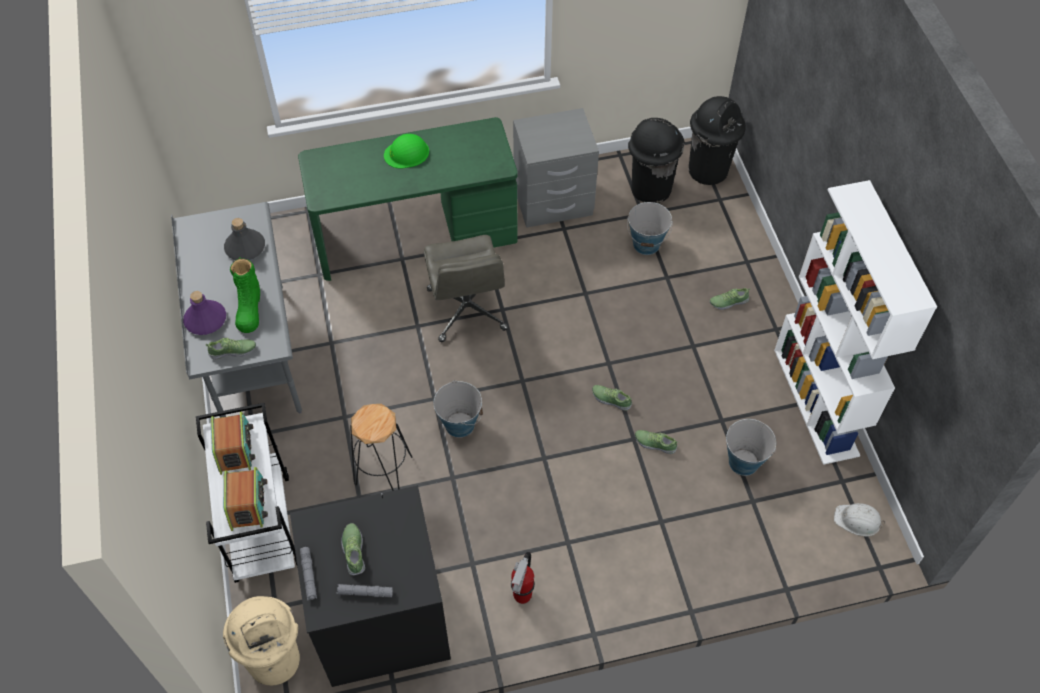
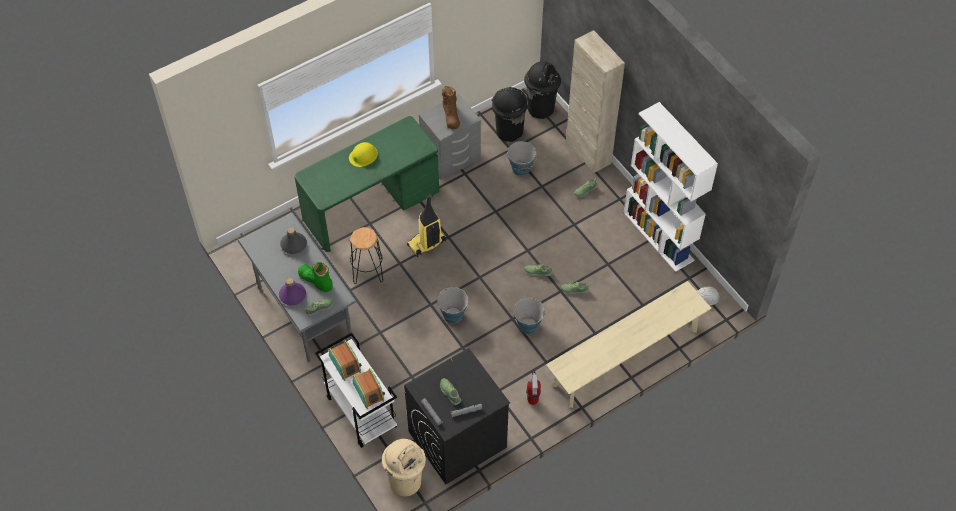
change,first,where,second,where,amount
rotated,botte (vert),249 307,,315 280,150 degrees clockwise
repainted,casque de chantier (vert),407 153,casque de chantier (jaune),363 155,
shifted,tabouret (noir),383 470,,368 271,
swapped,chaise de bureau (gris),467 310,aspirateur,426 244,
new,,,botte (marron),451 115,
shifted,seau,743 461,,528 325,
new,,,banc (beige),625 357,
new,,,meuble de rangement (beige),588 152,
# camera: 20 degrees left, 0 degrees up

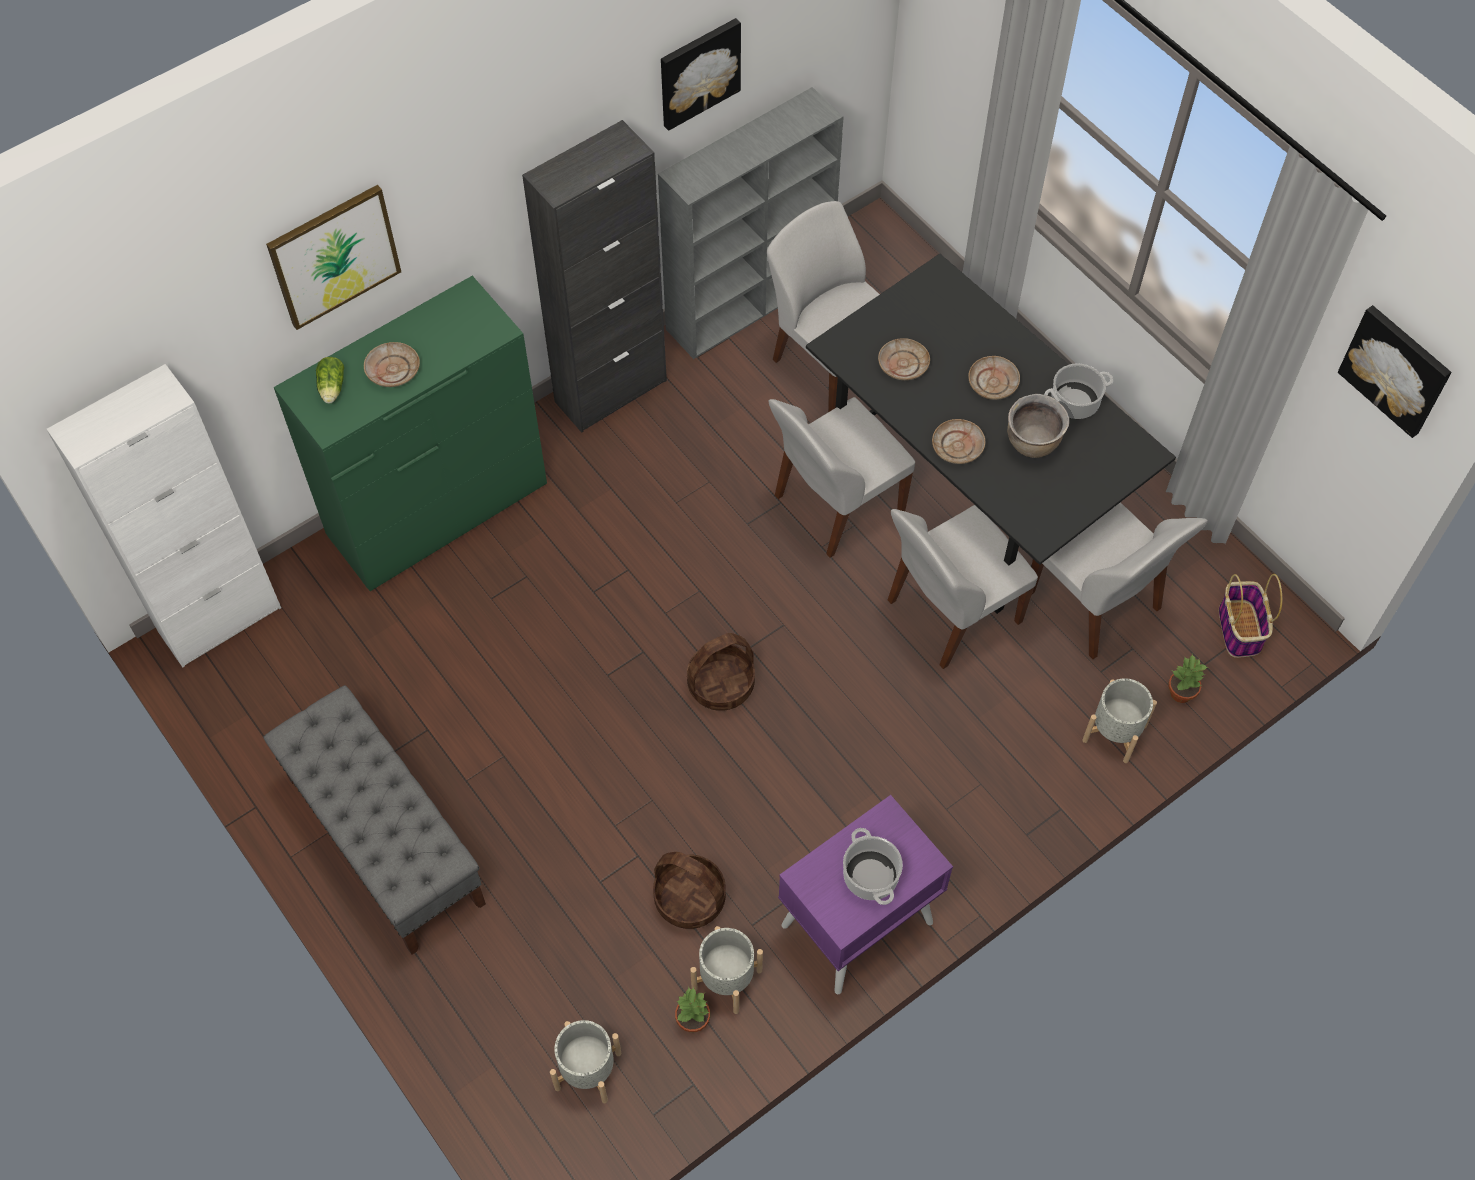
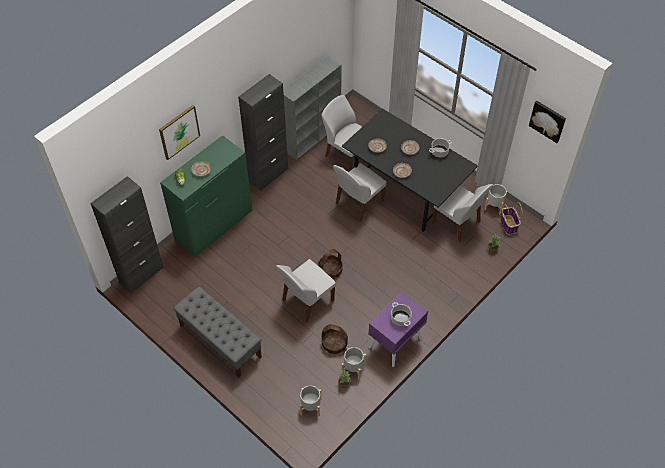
change,first,where,second,where,amount
repainted,meuble de rangement (blanc),220 620,meuble de rangement (noir),141 275,
shifted,chaise (blanc),950 613,,307 301,
shifted,cache-pot (gris),1114 733,,494 205,
gone,tableau,698 72,,,
gone,marmite (marron),1032 443,,,
# camera: 10 degrees left, 5 degrees down

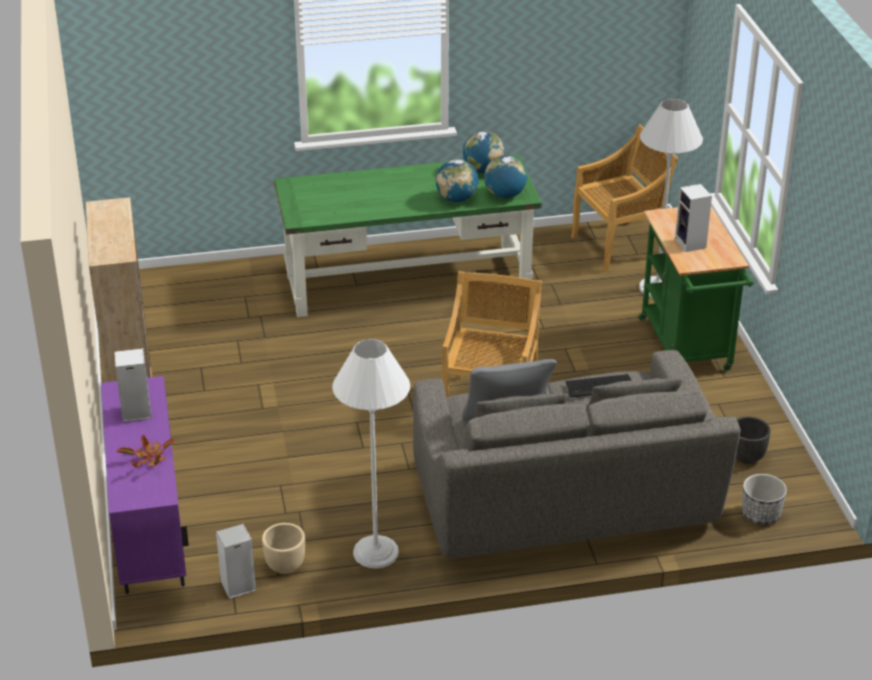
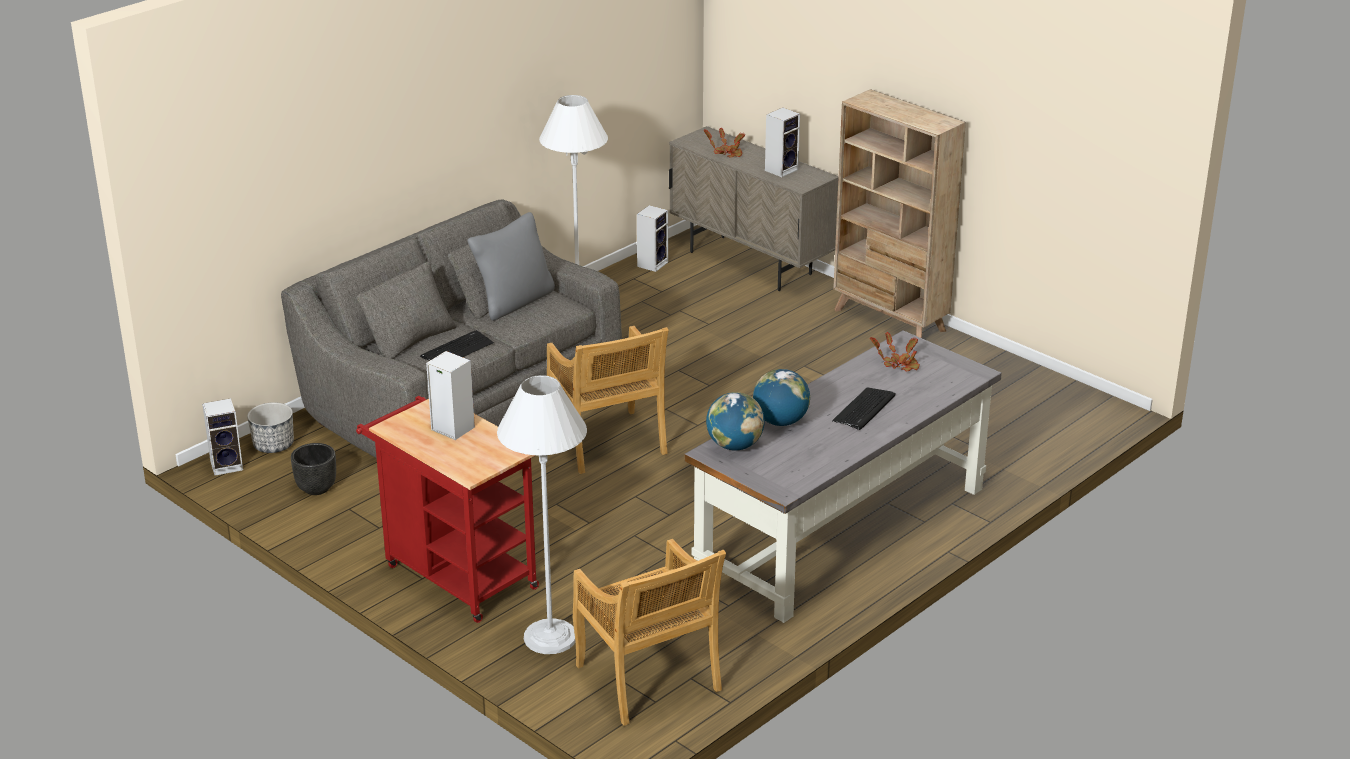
change,first,where,second,where,amount
new,,,enceinte,228 465,
repainted,chariot (vert),687 349,chariot (rouge),454 574,
rotated,chaise (beige),620 246,,649 680,60 degrees counterclockwise
repainted,meuble de rangement (violet),150 542,meuble de rangement (beige),750 263,
repainted,bureau (vert),408 279,bureau (gris),842 530,
new,,,clavier,864 409,
new,,,plante en pot,899 364,
gone,cache-pot (beige),284 566,,,
gone,globe,483 170,,,
# camera: 145 degrees right, 5 degrees down

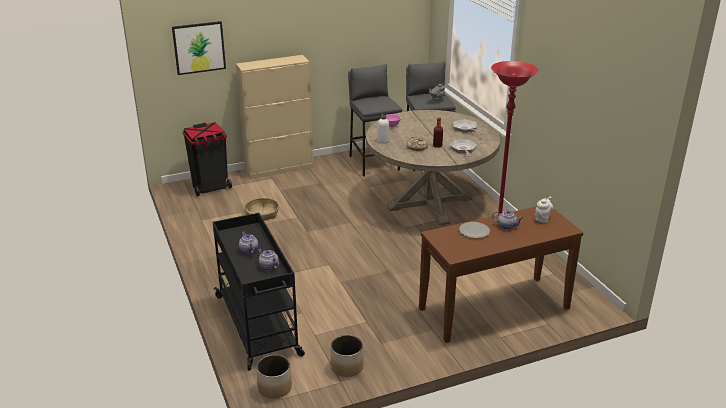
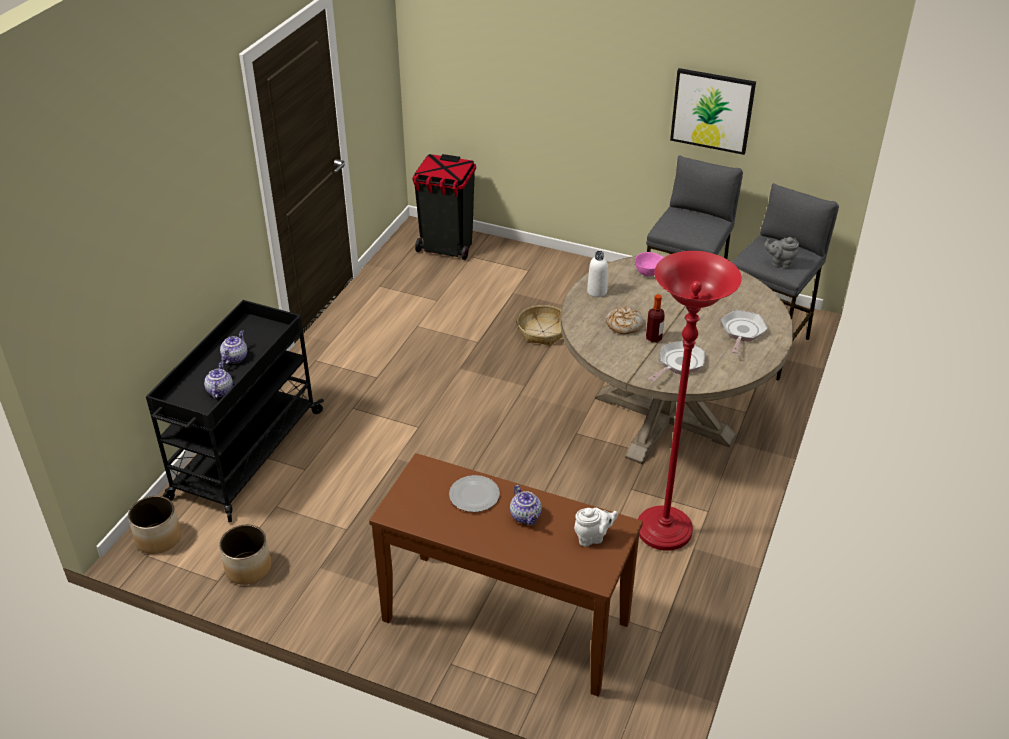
change,first,where,second,where,amount
shifted,panier,262 214,,543 331,
shifted,tableau,199 47,,712 110,
gone,meuble de rangement (beige),279 168,,,
# camera: 45 degrees right, 10 degrees up

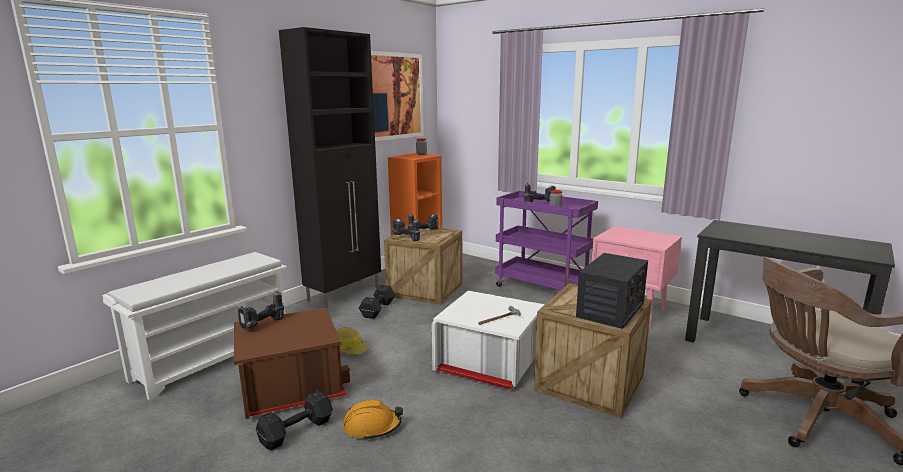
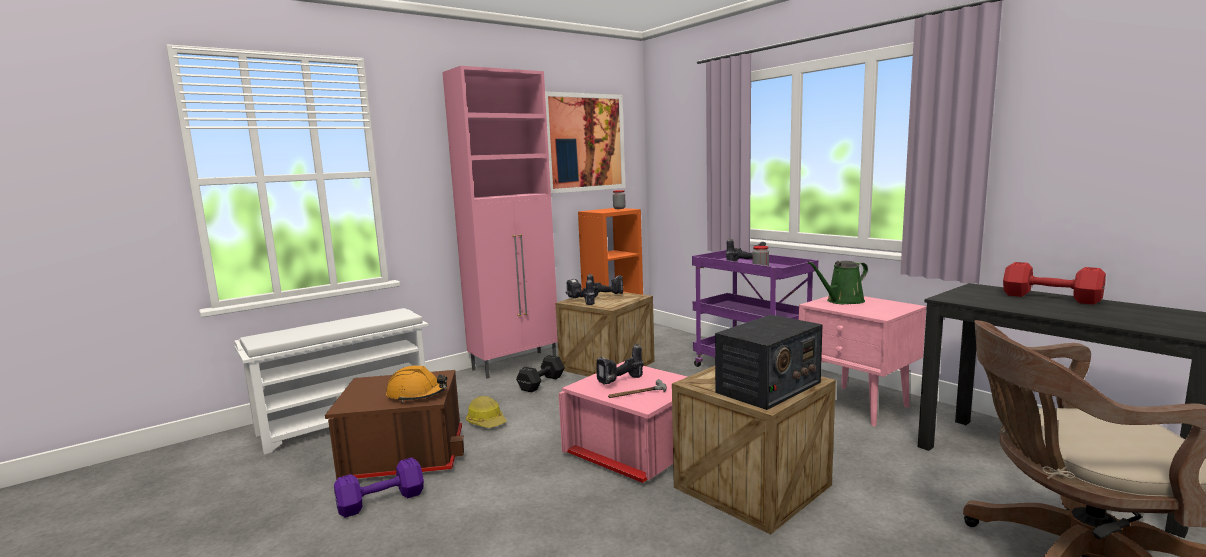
change,first,where,second,where,amount
repainted,haltère (noir),298 431,haltère (violet),383 501,
shifted,casque de chantier (orange),372 427,,417 395,
repainted,meuble de rangement (noir),345 293,meuble de rangement (rose),516 364,
repainted,boîte de rangement (blanc),488 364,boîte de rangement (rose),635 452,
shifted,perceuse,263 325,,621 382,
new,,,arrosoir (vert),842 301,
new,,,haltère (rouge),1048 297,
# camera: 15 degrees right, 5 degrees down

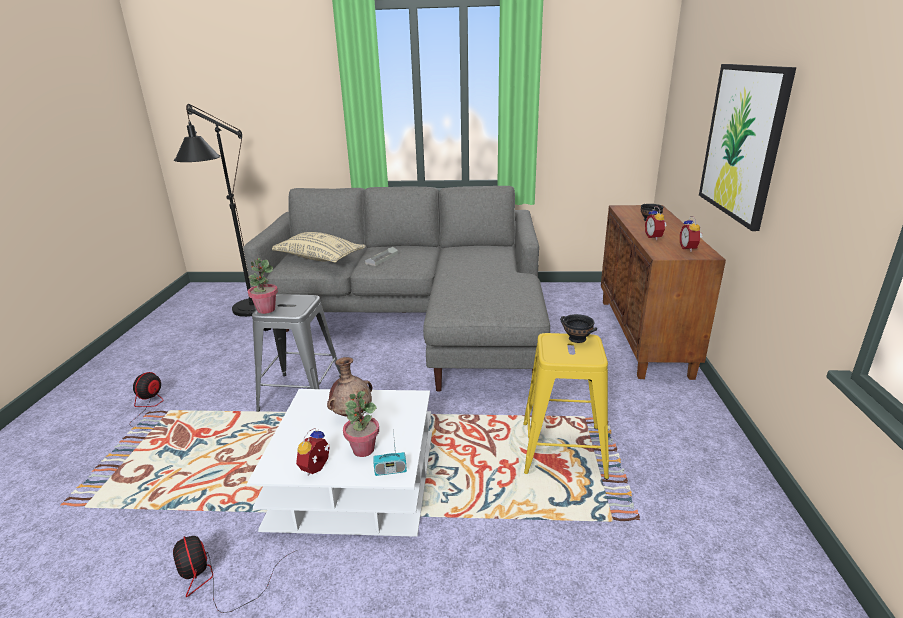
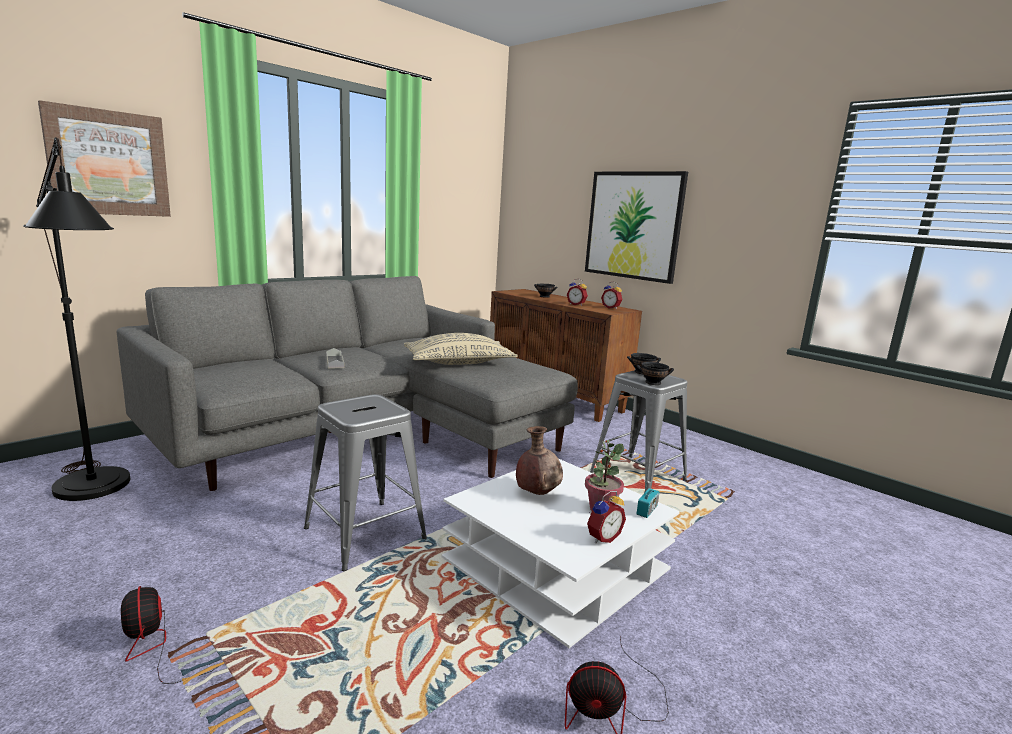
change,first,where,second,where,amount
new,,,tableau,108 163,
shifted,coussin (beige),318 258,,459 363,
rotated,réveil,317 469,,602 537,105 degrees counterclockwise
repainted,tabouret (jaune),562 449,tabouret (gris),637 476,
new,,,bol (noir),653 383,
gone,plante en pot,266 310,,,
# camera: 50 degrees left, 10 degrees down

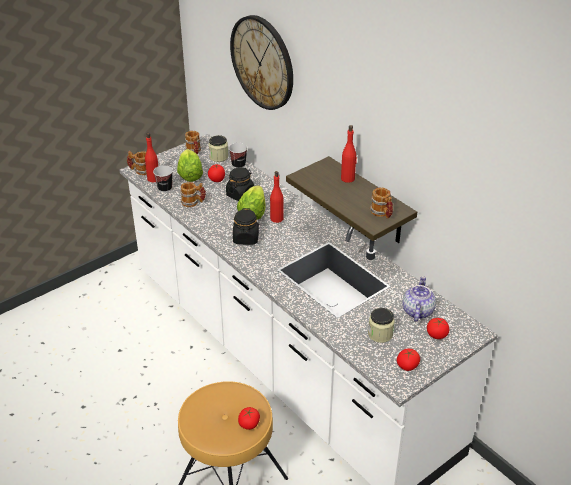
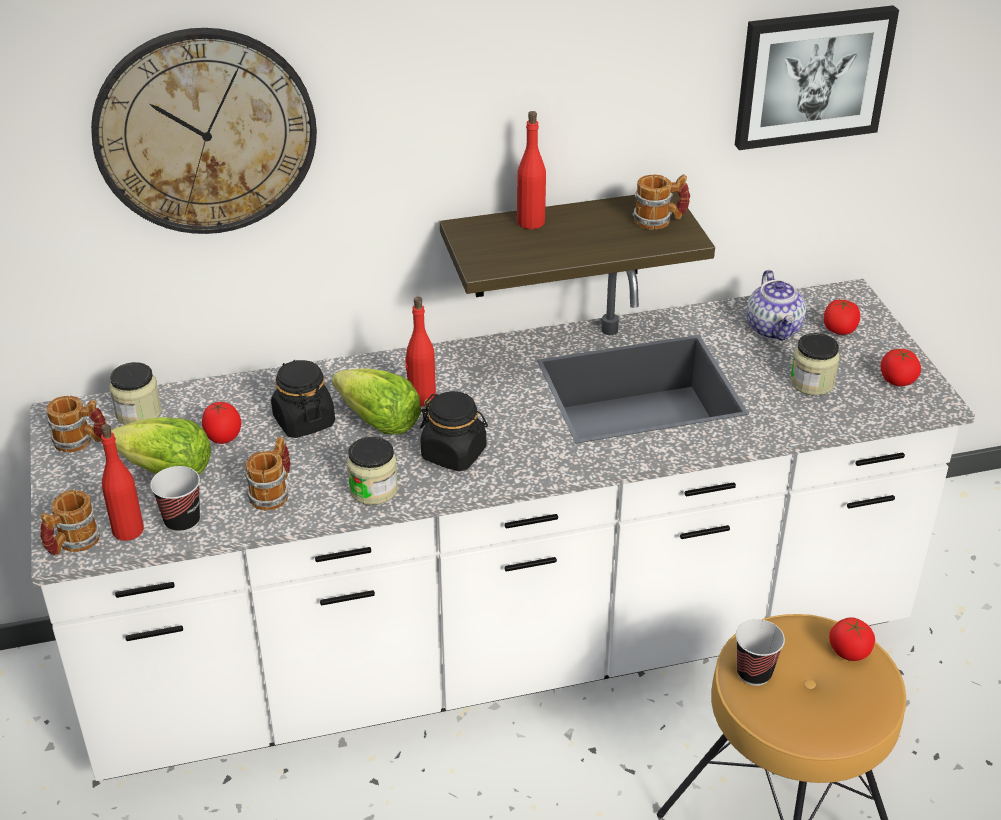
change,first,where,second,where,amount
new,,,bocal,373 489,
new,,,tableau,812 76,
shifted,tasse,238 165,,754 673,
rotated,théière,417 311,,774 329,135 degrees counterclockwise
# camera: 65 degrees left, 0 degrees up

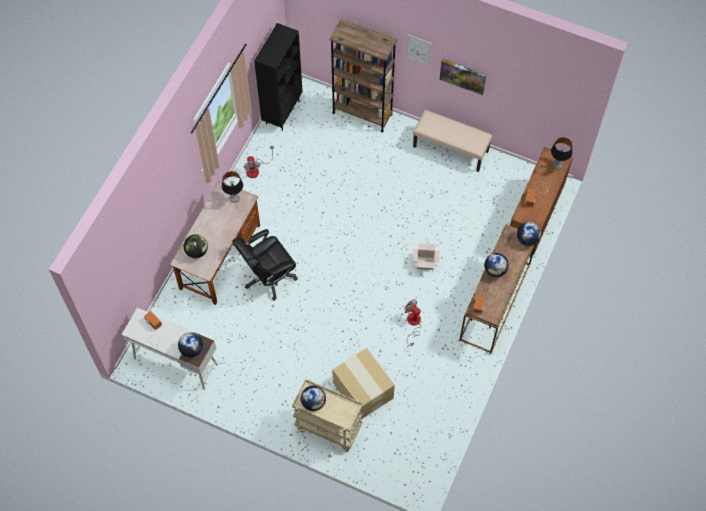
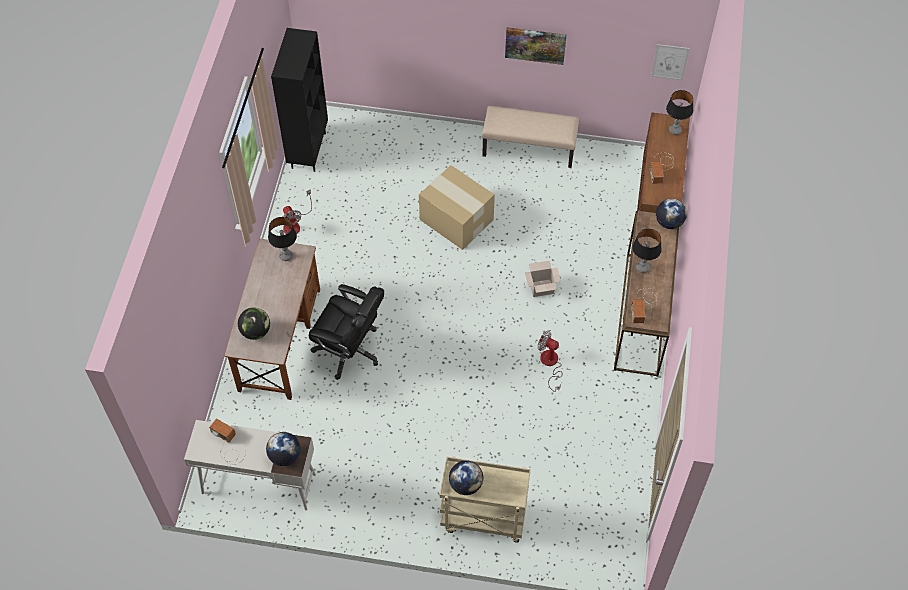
change,first,where,second,where,amount
rotated,chaise de bureau (noir),268 277,,349 350,105 degrees counterclockwise
shifted,carton,363 391,,457 220,
swapped,globe,495 270,lampe de table,642 268,
shifted,tableau,418 50,,670 62,
gone,bibliothèque (marron),362 113,,,
# camera: 15 degrees left, 5 degrees down

